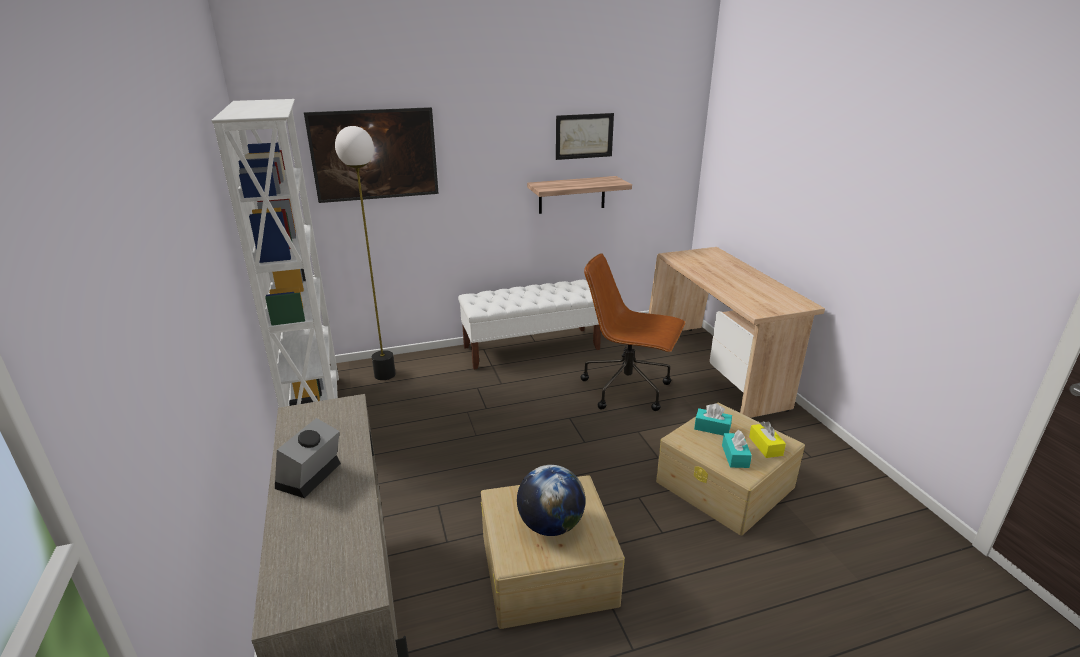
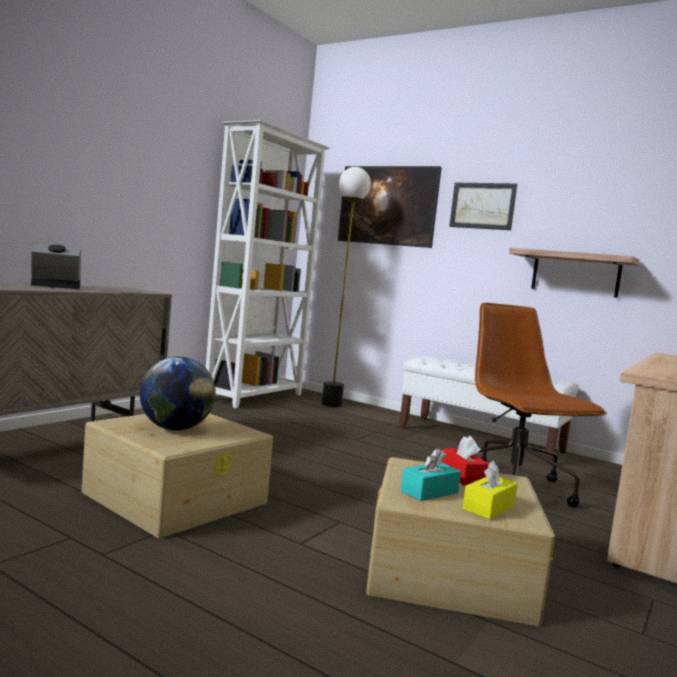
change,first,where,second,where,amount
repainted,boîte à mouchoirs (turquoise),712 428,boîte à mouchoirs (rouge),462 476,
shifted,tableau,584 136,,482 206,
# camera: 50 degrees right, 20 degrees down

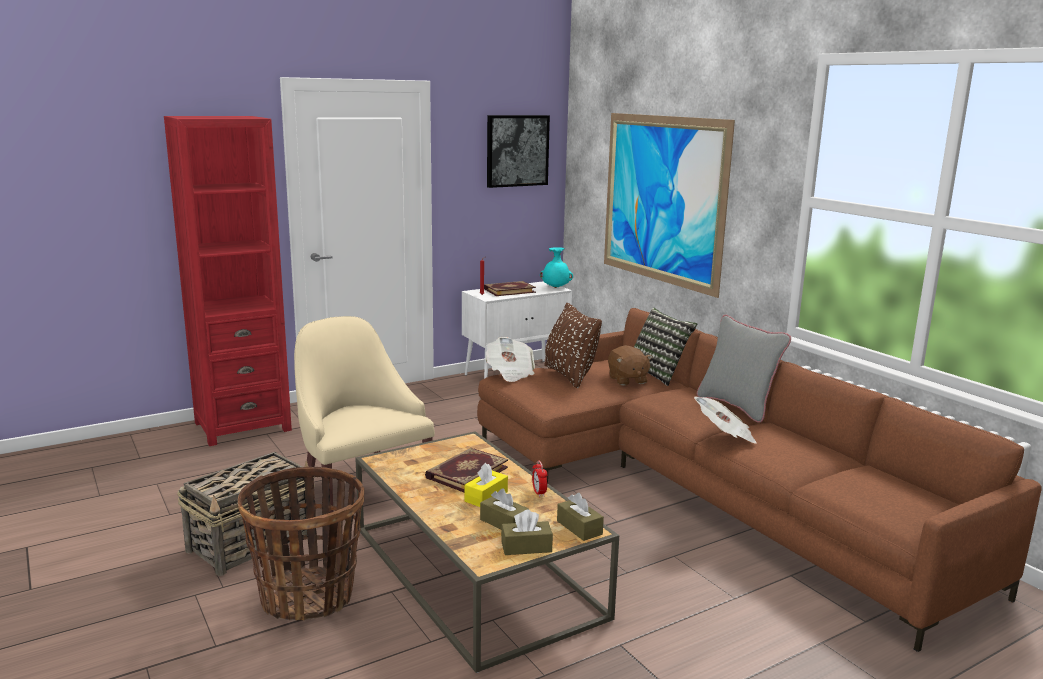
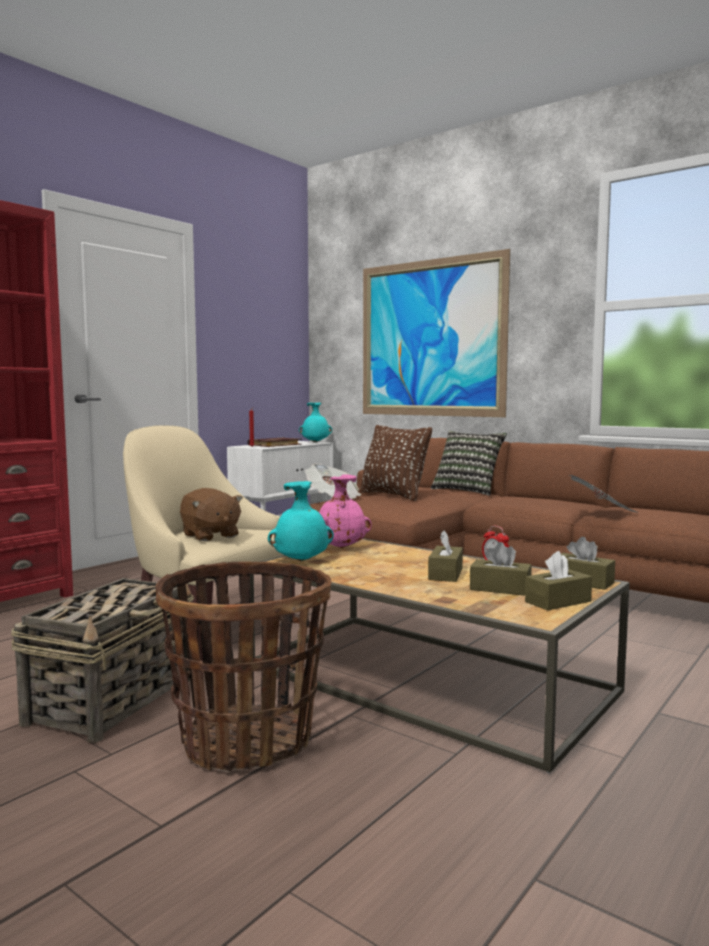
change,first,where,second,where,amount
shifted,peluche (marron),627 380,,210 536,
new,,,vase (turquoise),301 561,
new,,,vase (rose),340 547,
repainted,boîte à mouchoirs (jaune),486 496,boîte à mouchoirs (marron),445 574,
gone,livre,466 472,,,
gone,tableau,517 150,,,
gone,coussin (gris),737 406,,,
# camera: 20 degrees left, 10 degrees down

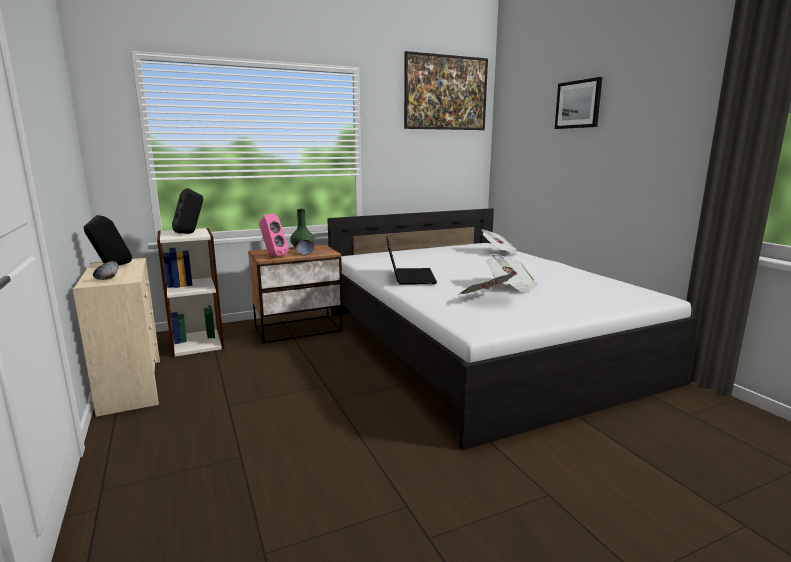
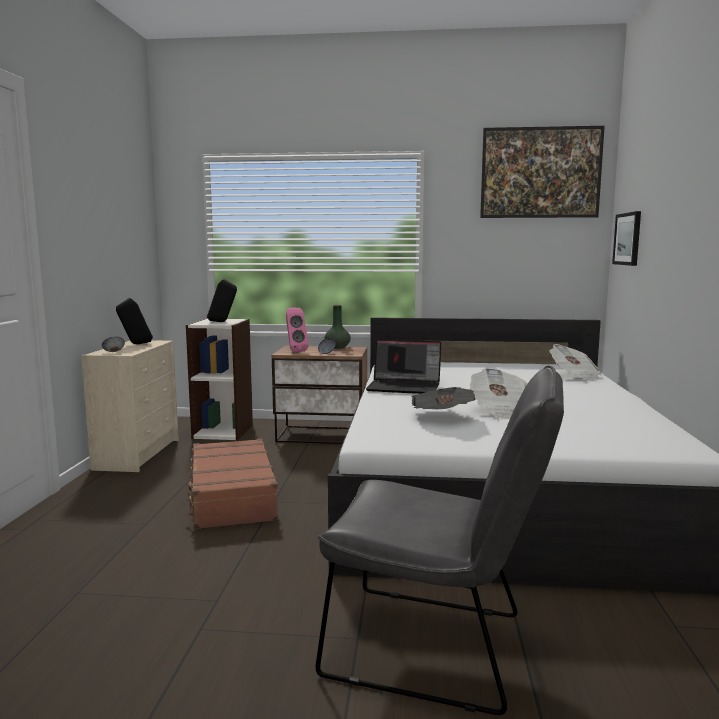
change,first,where,second,where,amount
new,,,valise (marron),231 497,
new,,,chaise (gris),440 648,
rotated,ordinateur portable,409 277,,405 387,75 degrees clockwise
shifted,tableau,578 104,,628 239,
# camera: 30 degrees right, 5 degrees down

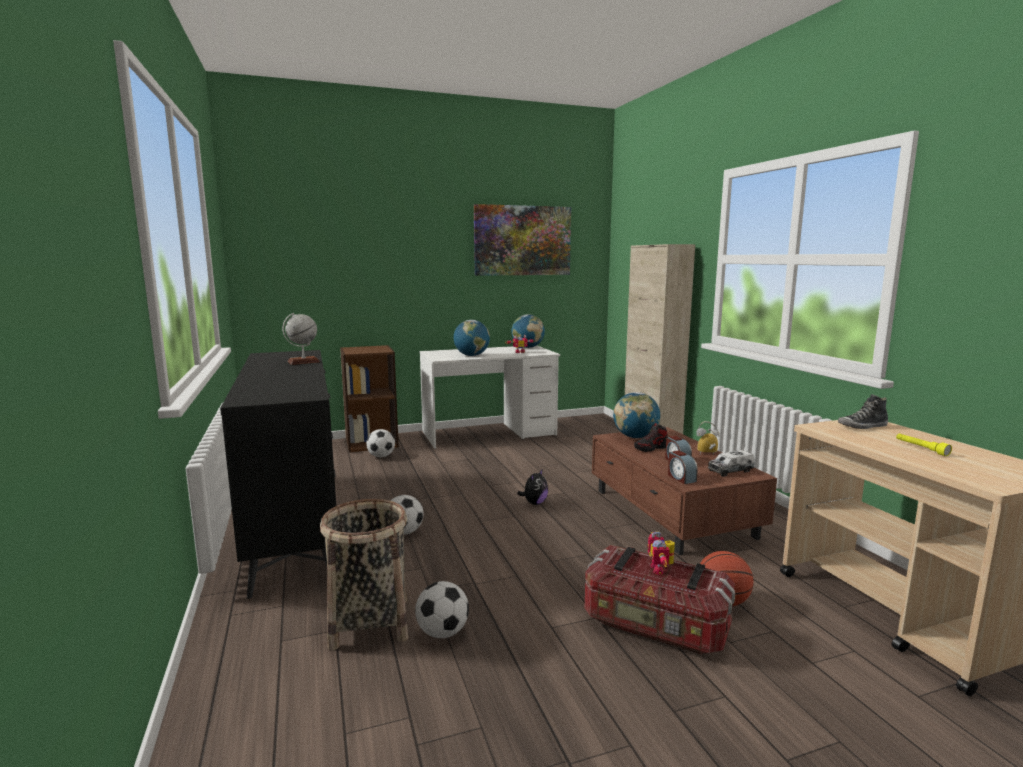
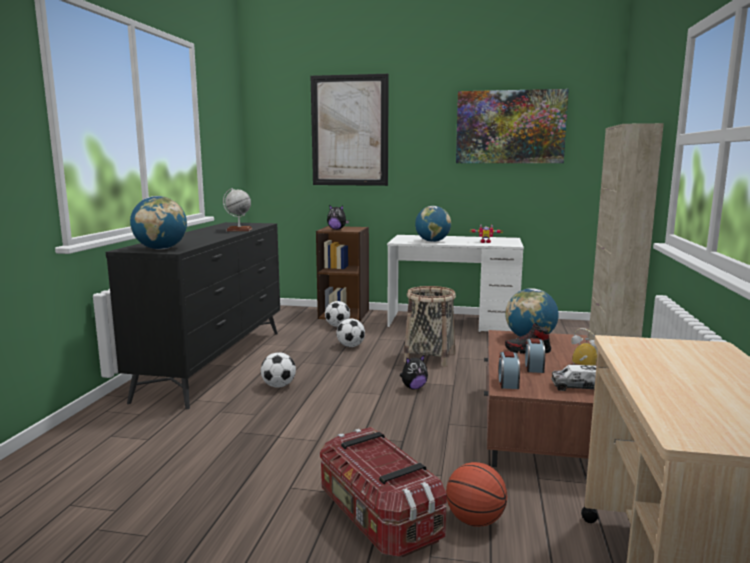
change,first,where,second,where,amount
shifted,globe,527 347,,161 249,
new,,,tableau,349 131,
new,,,peluche,337 229,
shifted,ballon de foot,442 632,,351 346,
shifted,panier,370 623,,430 357,
gone,robot jouet,661 569,,,
gone,chaussure,863 426,,,
gone,lampe de poche (jaune),921 449,,,
# camera: 30 degrees right, 0 degrees up

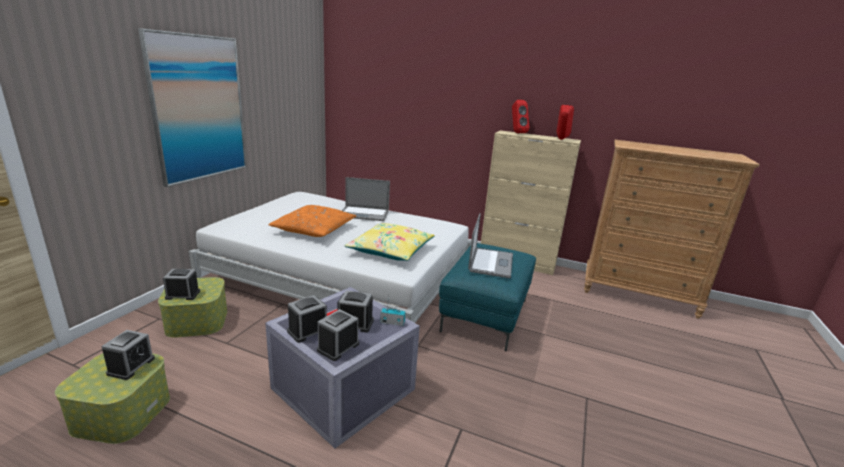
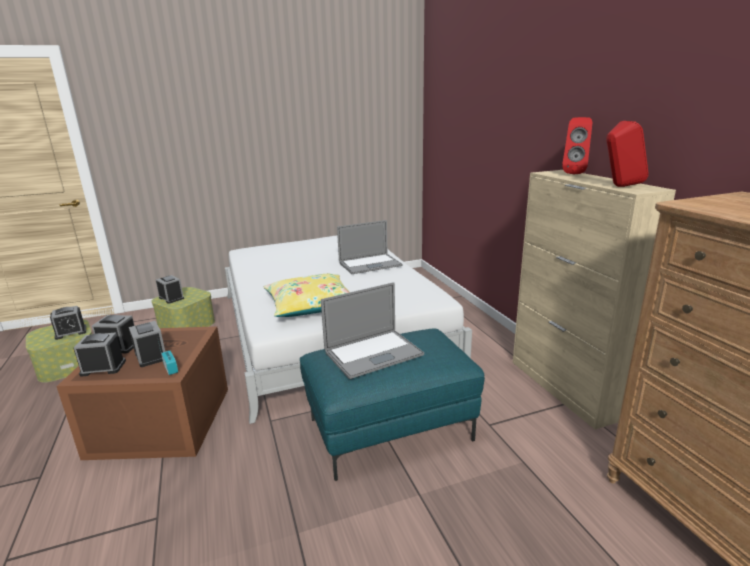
change,first,where,second,where,amount
repainted,boîte de rangement (gris),343 390,boîte de rangement (marron),159 422,
rotated,ordinateur portable,364 214,,370 264,75 degrees counterclockwise
gone,tableau,199 109,,,
gone,coussin (orange),314 229,,,
# camera: 50 degrees right, 0 degrees up

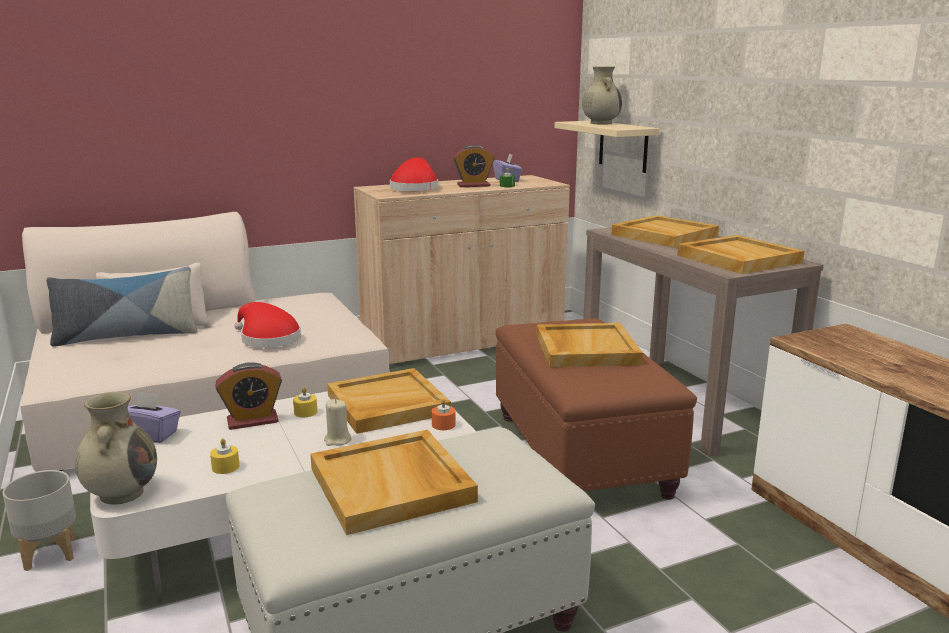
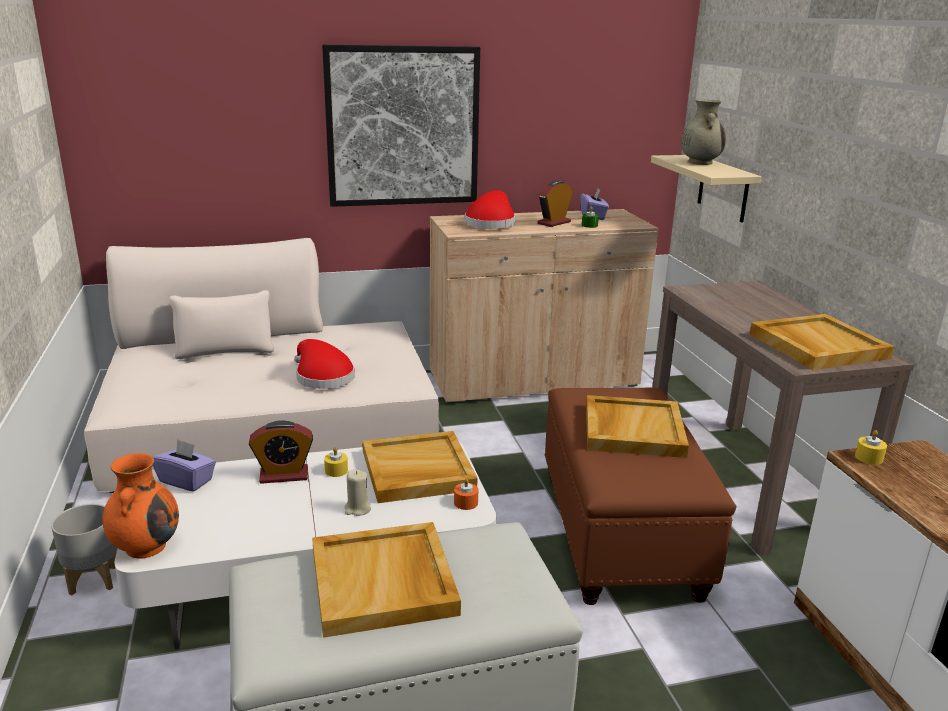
change,first,where,second,where,amount
repainted,vase (beige),122 493,vase (orange),146 546,
new,,,tableau,403 127,
rotated,réveil,473 185,,554 223,135 degrees clockwise
shifted,bougie (jaune),225 467,,868 458,
gone,coussin,127 336,,,
gone,plateau (beige),663 235,,,
# camera: 10 degrees right, 5 degrees up

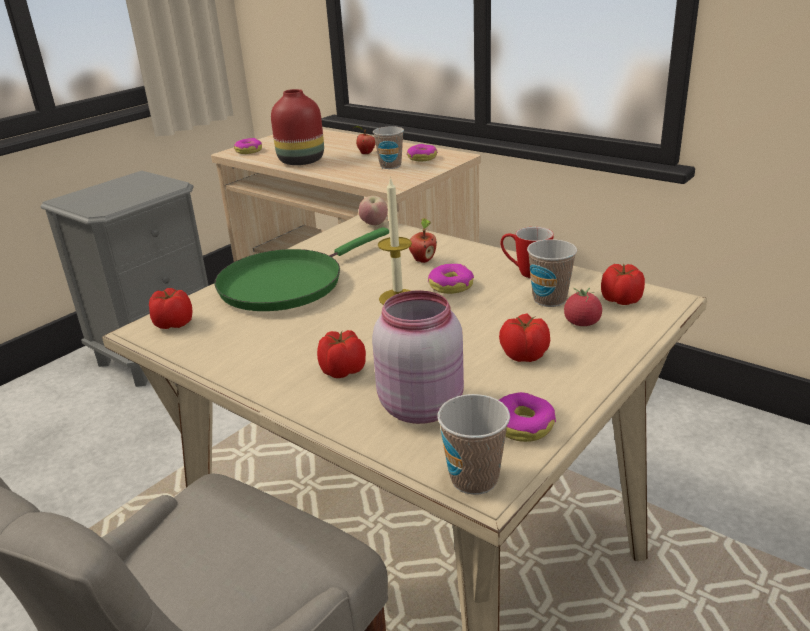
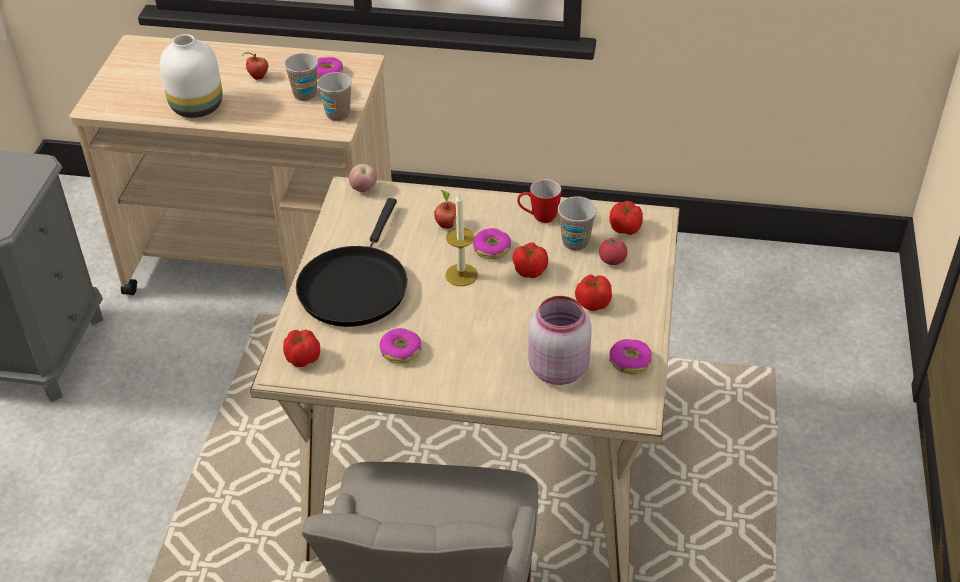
change,first,where,second,where,amount
repainted,vase (rouge),300 161,vase (blanc),195 107,
repainted,poêle (vert),287 284,poêle (noir),355 286,
shifted,tasse,474 479,,338 114,
shifted,beignet,248 151,,400 351,
shifted,tomate,342 370,,529 270,
# camera: 30 degrees left, 15 degrees up

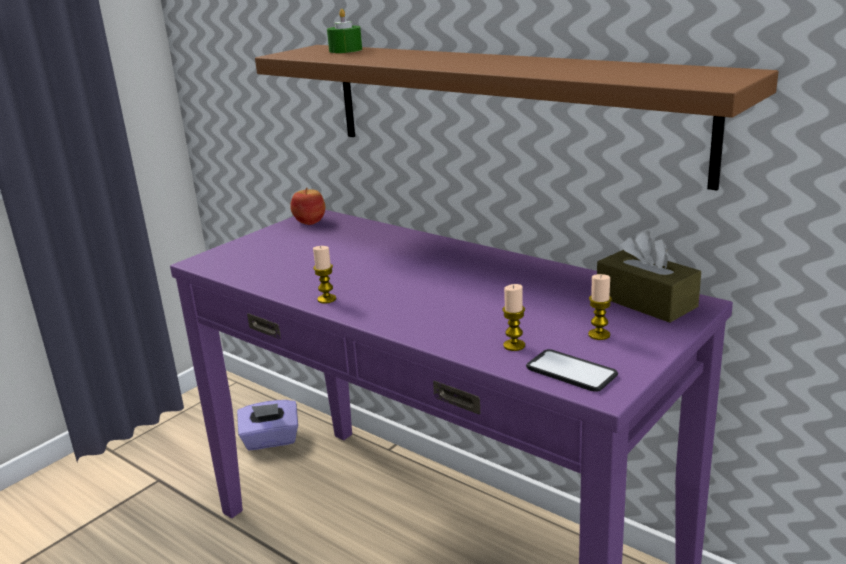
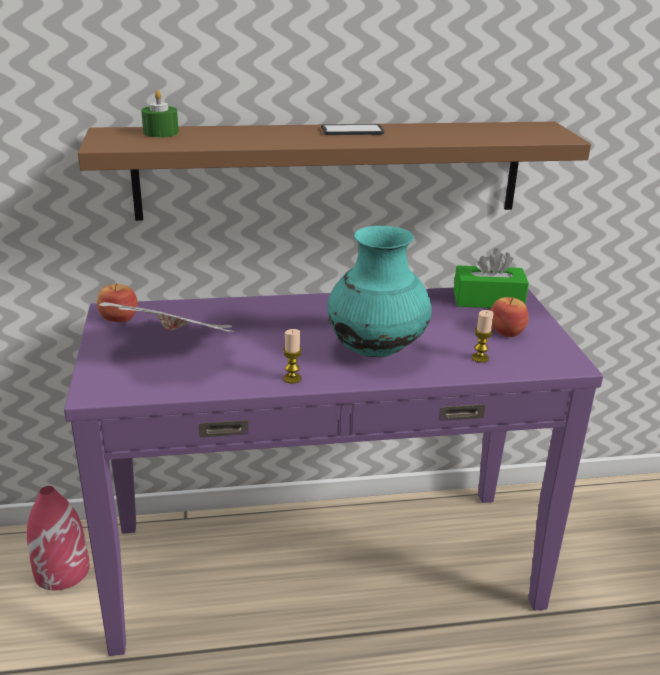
change,first,where,second,where,amount
swapped,boîte à mouchoirs (violet),271 440,vase (rouge),62 570,
new,,,journal,177 349,
shifted,téléphone,571 371,,352 131,
new,,,vase (turquoise),376 350,
repainted,boîte à mouchoirs (marron),646 301,boîte à mouchoirs (vert),488 300,
swapped,bougie,599 335,pomme,507 331,
# camera: 50 degrees left, 5 degrees up

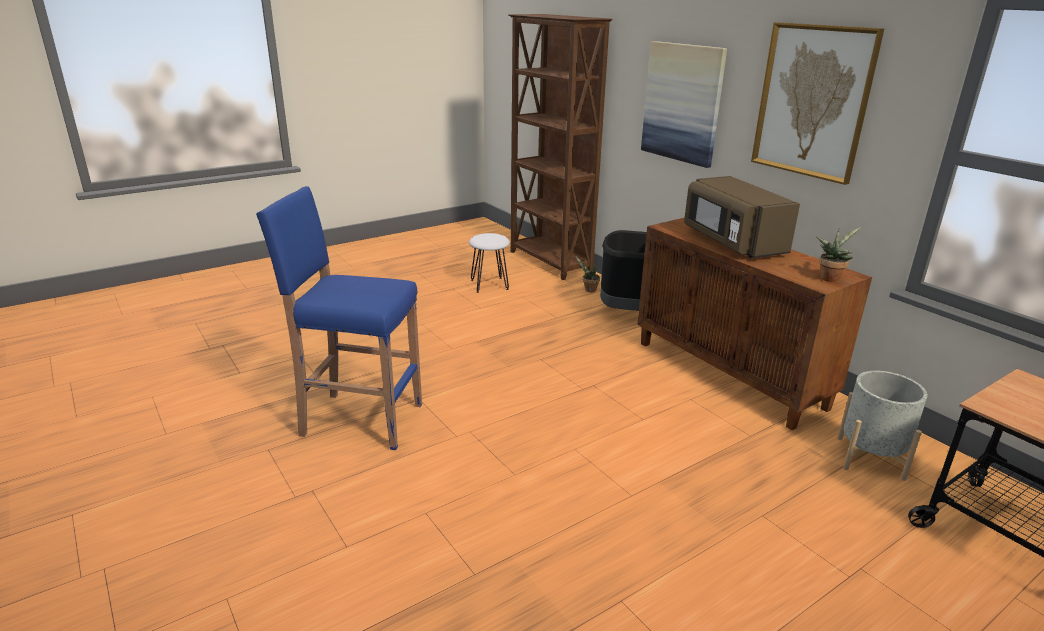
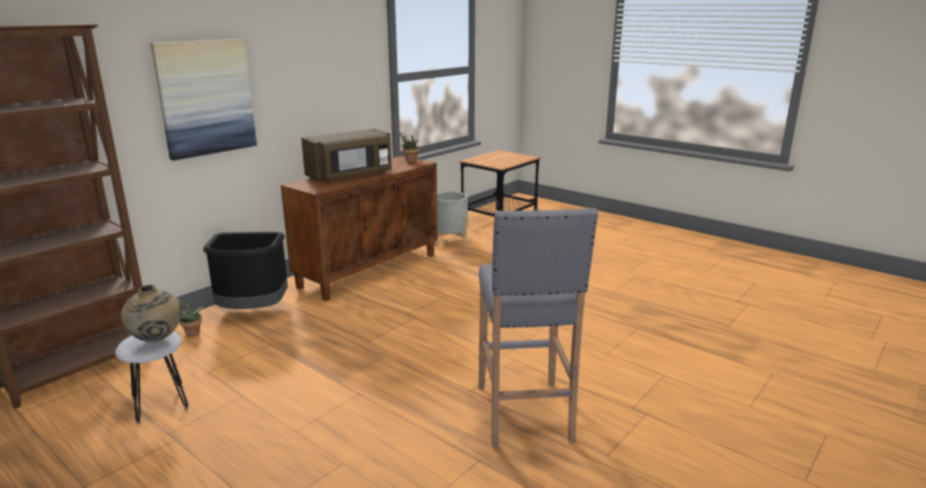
change,first,where,second,where,amount
new,,,vase (beige),158 340,
repainted,tabouret (bleu),359 420,tabouret (gris),524 415,
gone,tableau,813 101,,,
# camera: 105 degrees left, 5 degrees down

